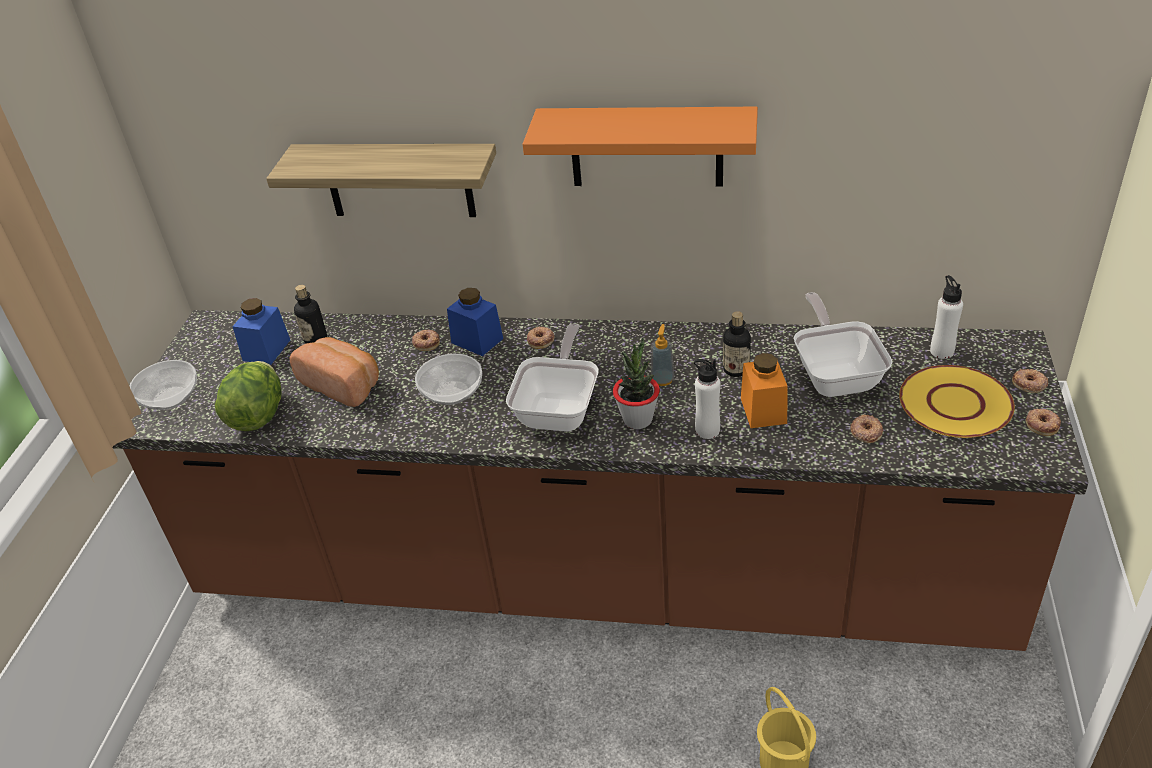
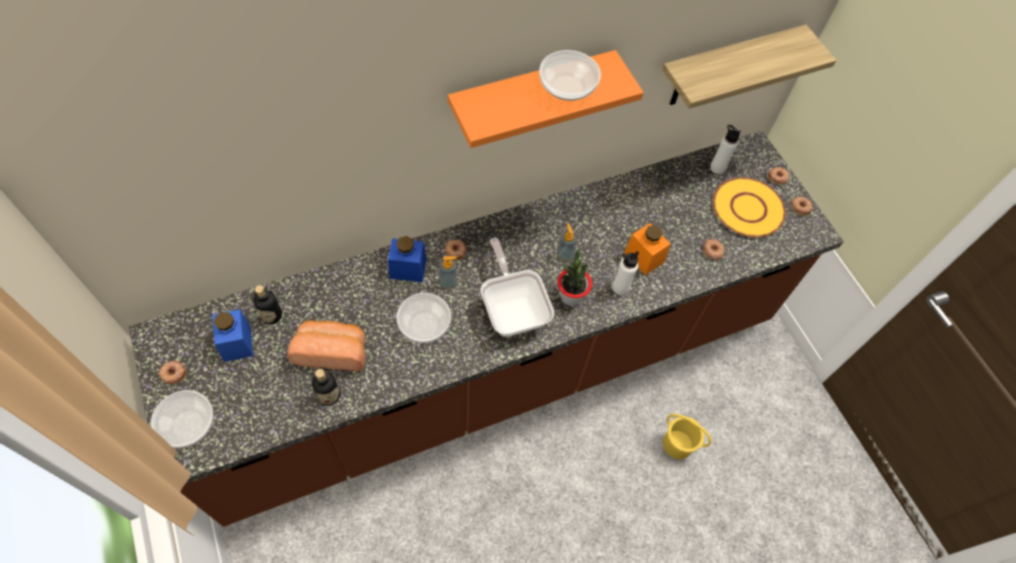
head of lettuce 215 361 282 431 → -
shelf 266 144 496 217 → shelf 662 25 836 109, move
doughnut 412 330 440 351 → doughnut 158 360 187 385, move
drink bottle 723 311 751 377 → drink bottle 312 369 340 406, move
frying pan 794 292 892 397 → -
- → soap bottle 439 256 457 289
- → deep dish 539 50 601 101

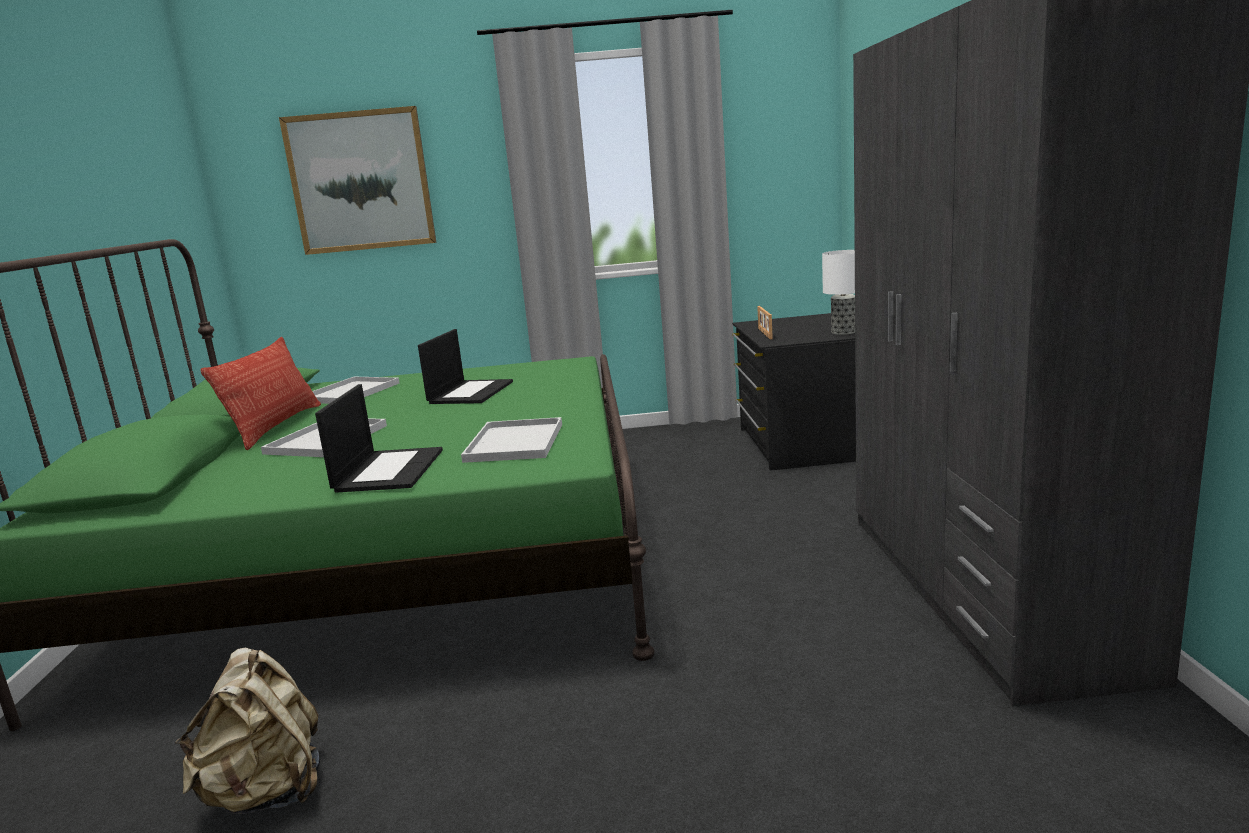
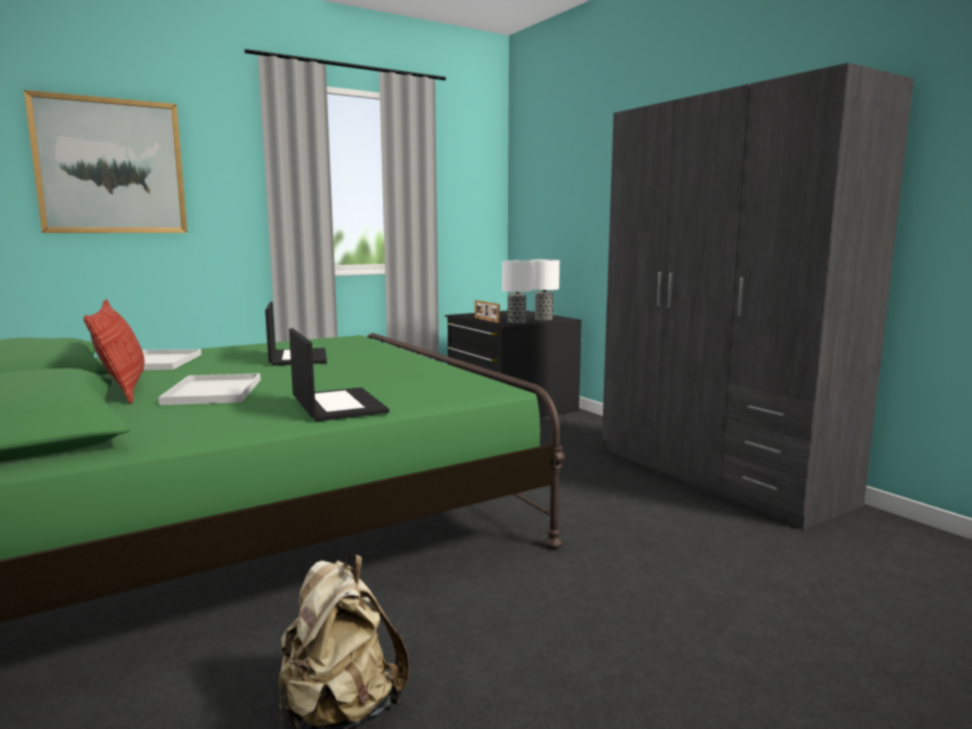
carrying tray/white 461 417 562 463 → -
- → lamp for a table 502 260 533 323

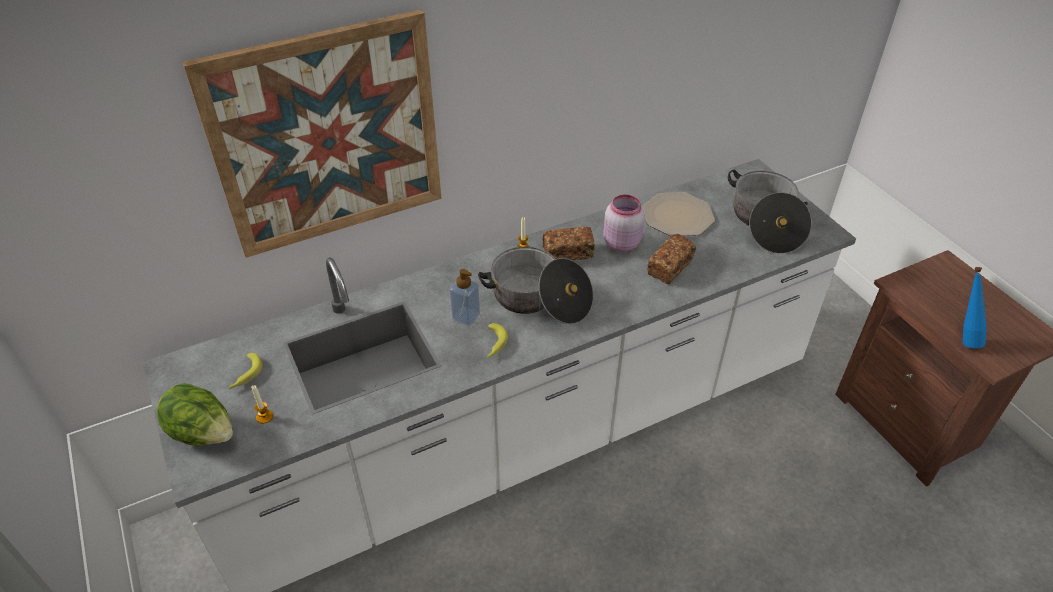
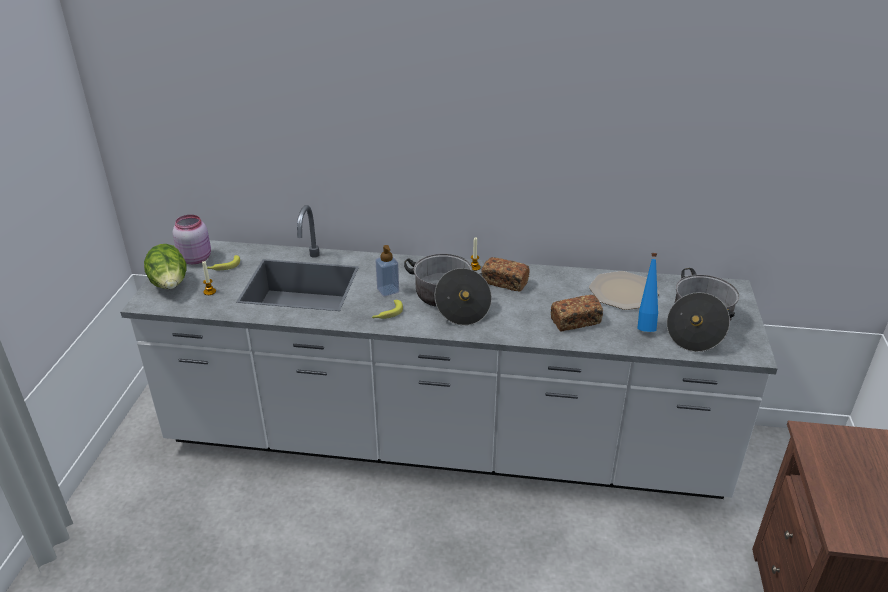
wall picture 182 10 442 258 → -
jar/pinkish 603 195 645 252 → jar/pinkish 173 215 211 264, move
drink bottle/blue-coloured 963 267 987 348 → drink bottle/blue-coloured 637 253 658 332, move

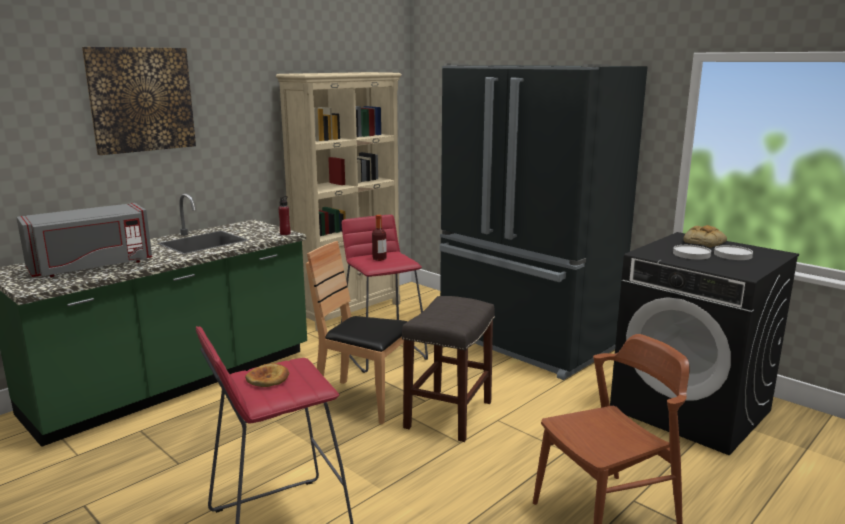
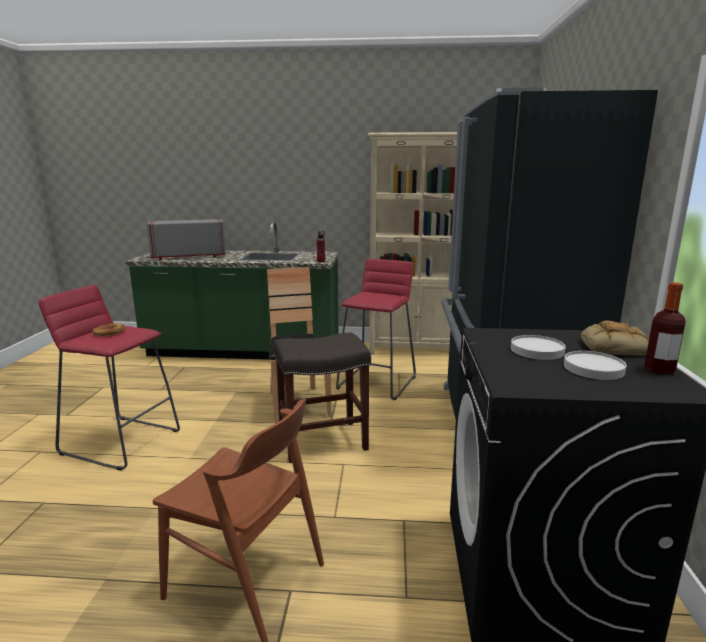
microwave oven/gray 16 203 152 277 → microwave oven/gray 147 219 226 260, 150 degrees clockwise
wall picture 82 47 196 155 → -
drink bottle 372 215 387 261 → drink bottle 644 282 686 375, move

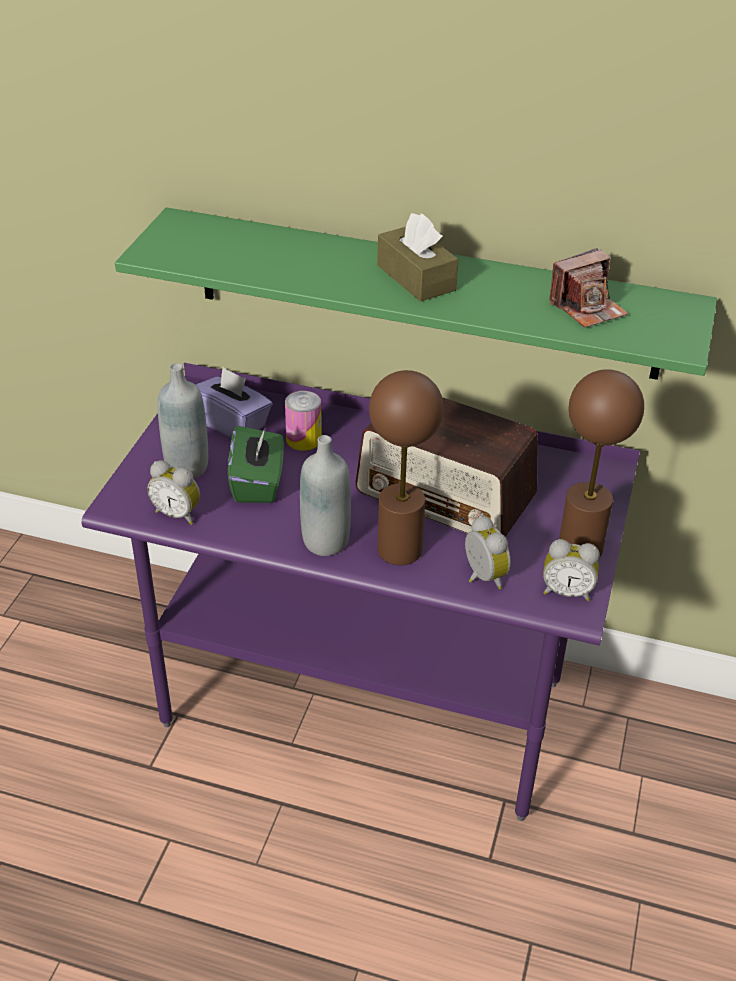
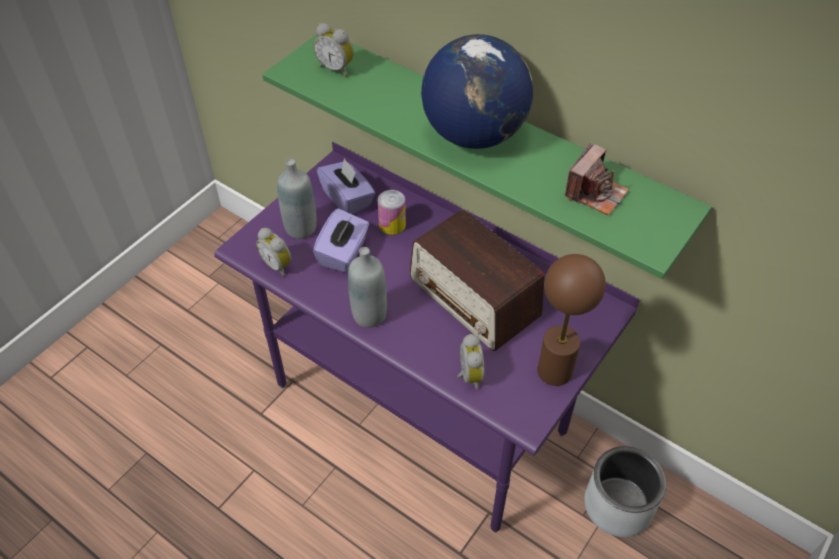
tissue holder/green-coloured 228 426 284 503 → tissue holder/purple-coloured 313 209 369 273
lamp for a table/brown 369 370 444 565 → -
tissue holder/brown 377 213 459 302 → desk globe 421 34 533 149
table clock 543 539 600 601 → table clock 314 23 354 77, move
still camera 549 248 628 328 → still camera 565 143 629 216, 45 degrees counterclockwise
- → planter/gray 584 446 666 537

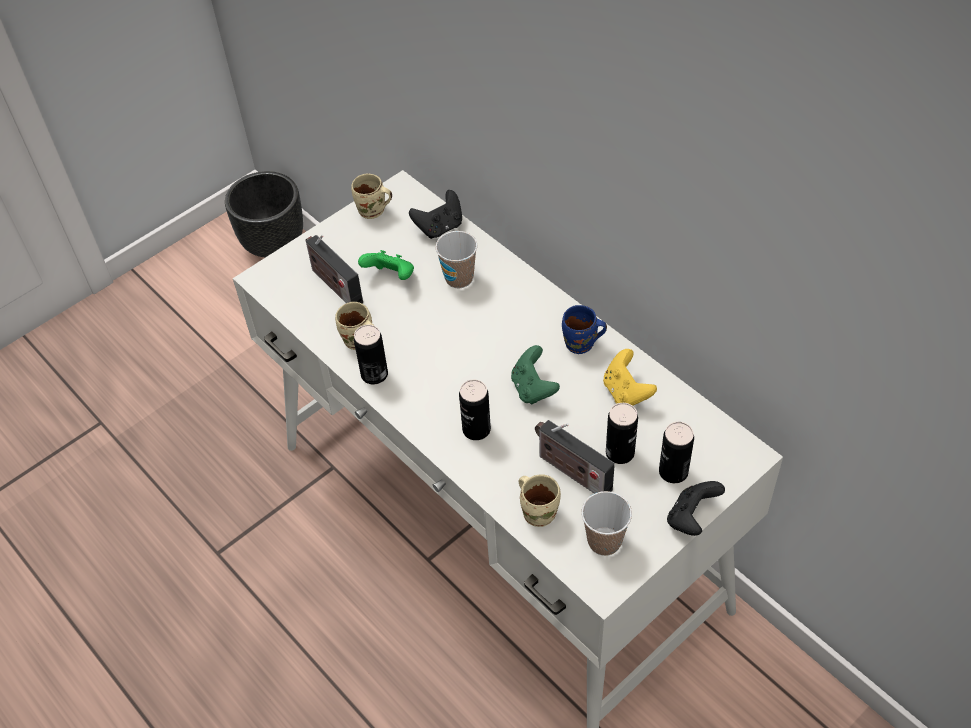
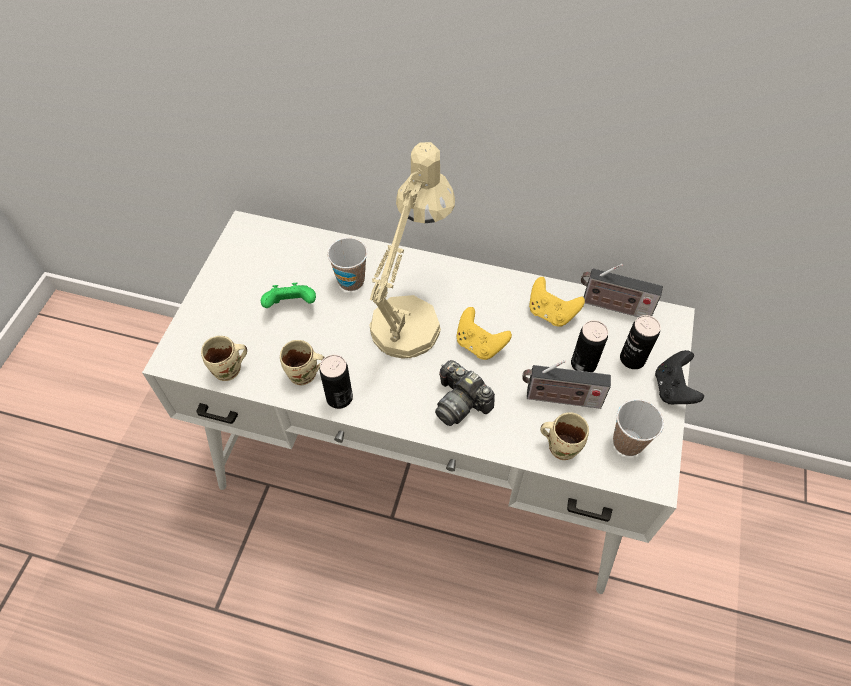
planter/black-coloured 225 171 303 257 → -
radio 306 235 363 304 → radio 581 264 663 317, move
coffee mug/sand-coloured 351 173 392 219 → coffee mug/sand-coloured 201 336 247 381, move
joypad/black-coloured 409 190 462 239 → -
metal can 459 380 491 440 → still camera 435 360 495 426
joypad/green-coloured 511 345 560 405 → joypad/yellow 456 307 512 360
coffee mug/blue-coloured 562 305 607 354 → -
- → lamp for a table/sand-coloured 369 142 455 359

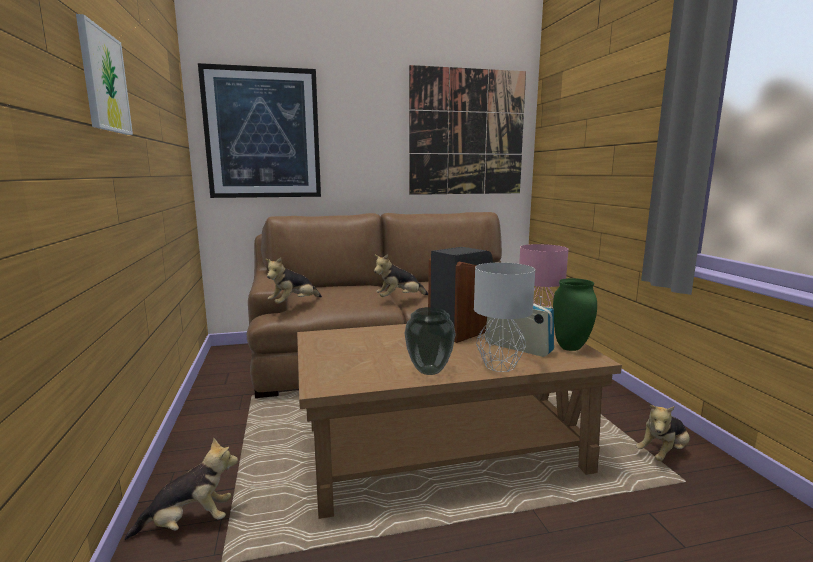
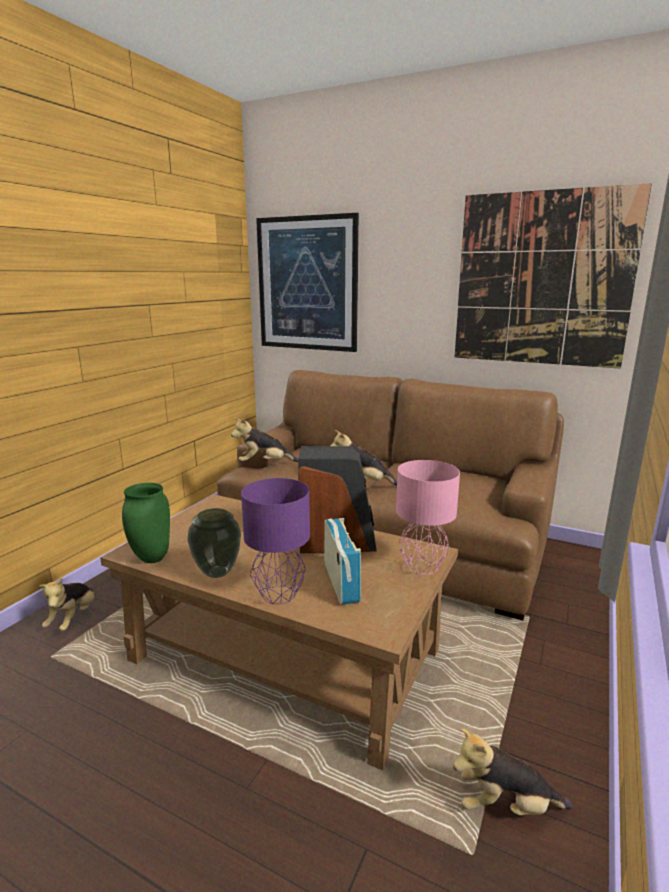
wall picture 76 14 133 135 → -
plush toy 124 437 238 540 → plush toy 39 578 96 631, 75 degrees clockwise
lamp for a table/gray 474 263 535 372 → lamp for a table/purple-coloured 241 478 310 604
flower vase/green-coloured 553 278 597 351 → flower vase/green-coloured 122 483 170 563, move

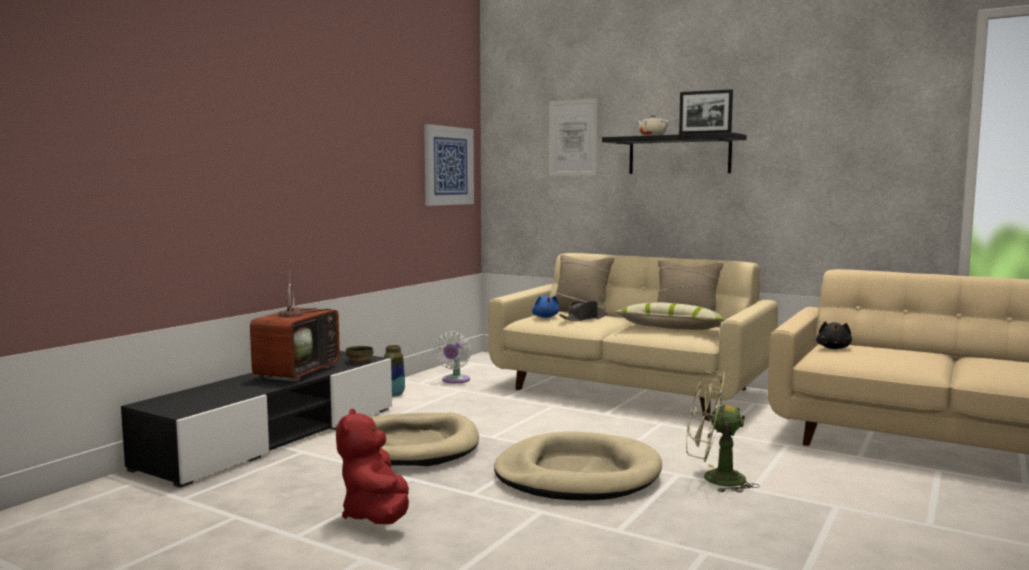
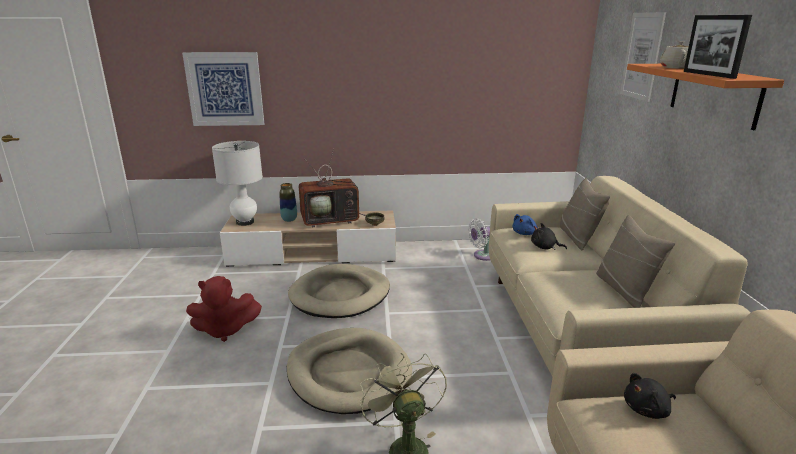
tv unit/black-coloured 121 351 392 488 → tv unit/sand-coloured 220 210 396 267
plush toy/reddish 336 408 409 524 → plush toy/reddish 186 276 262 342, 150 degrees counterclockwise
flower vase 384 345 405 397 → flower vase 279 183 297 222, move
wall picture 424 124 474 206 → wall picture 182 52 264 126, move
wearable hat/black-coloured 559 301 608 322 → plush toy/black-coloured 531 223 567 250
shelf/black-coloured 602 132 747 174 → shelf/orange-coloured 627 64 784 130
pillow 615 303 726 330 → -
- → lamp for a table/white 212 141 263 226

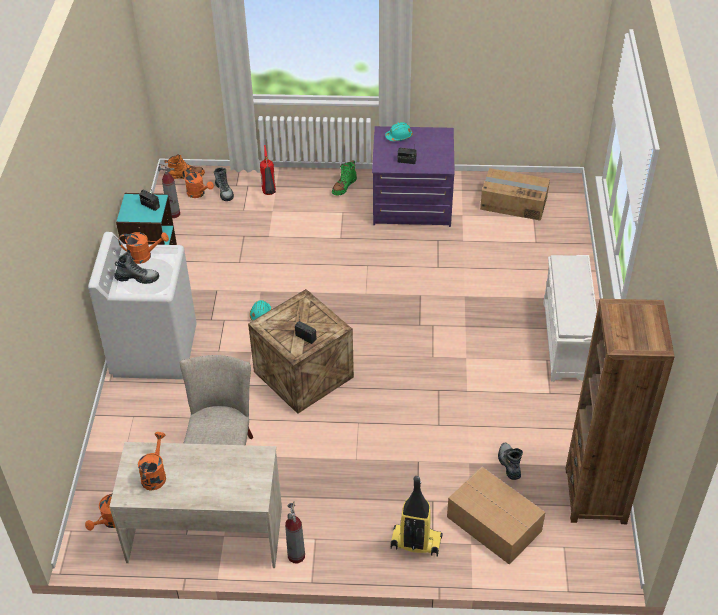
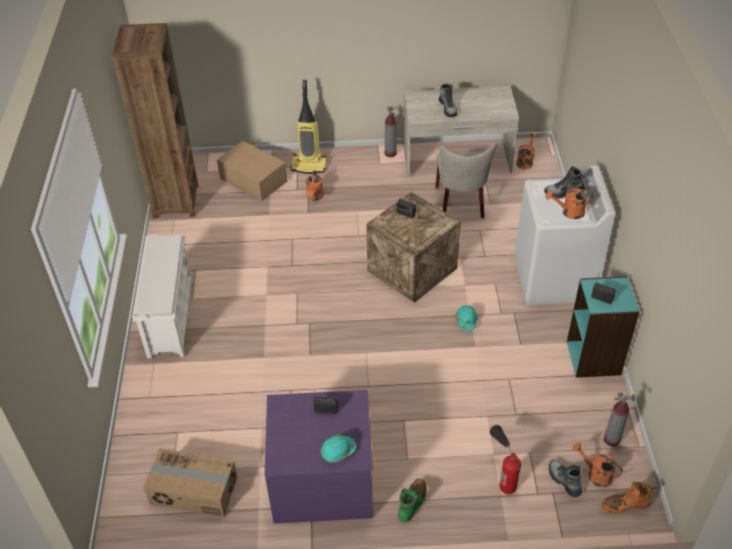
watering pot/orange-coloured 138 432 166 491 → watering pot/orange-coloured 305 170 324 201, move
boot 498 443 523 480 → boot 439 84 458 117, move

